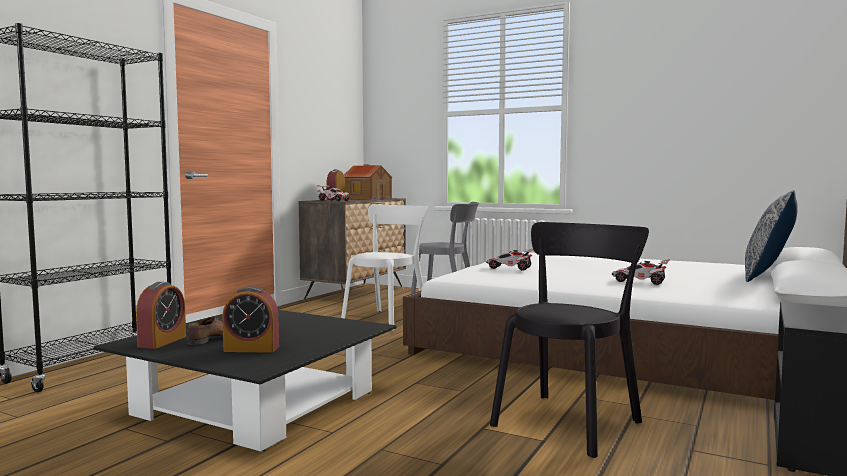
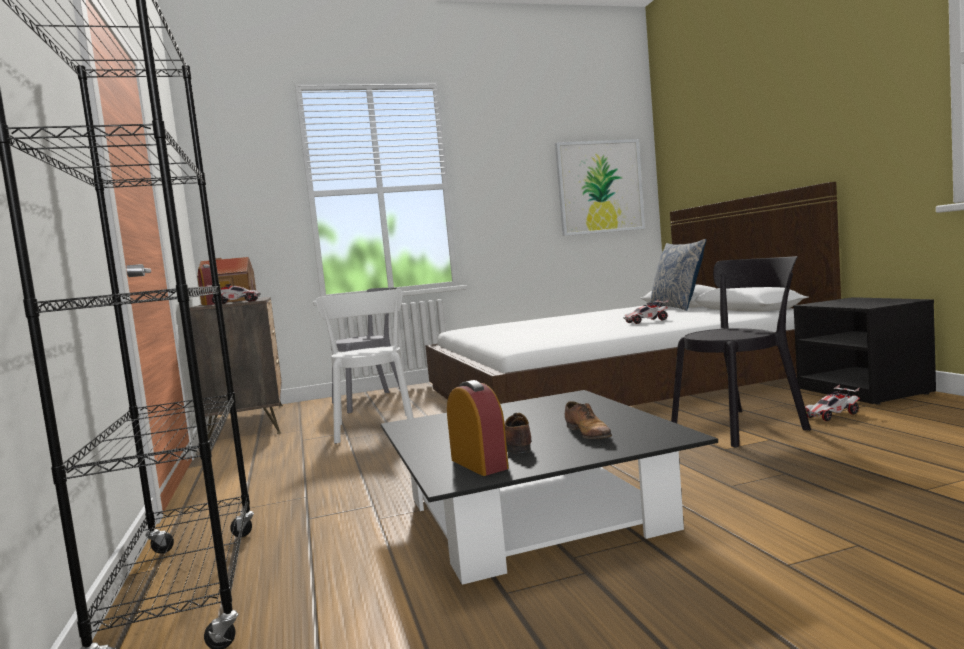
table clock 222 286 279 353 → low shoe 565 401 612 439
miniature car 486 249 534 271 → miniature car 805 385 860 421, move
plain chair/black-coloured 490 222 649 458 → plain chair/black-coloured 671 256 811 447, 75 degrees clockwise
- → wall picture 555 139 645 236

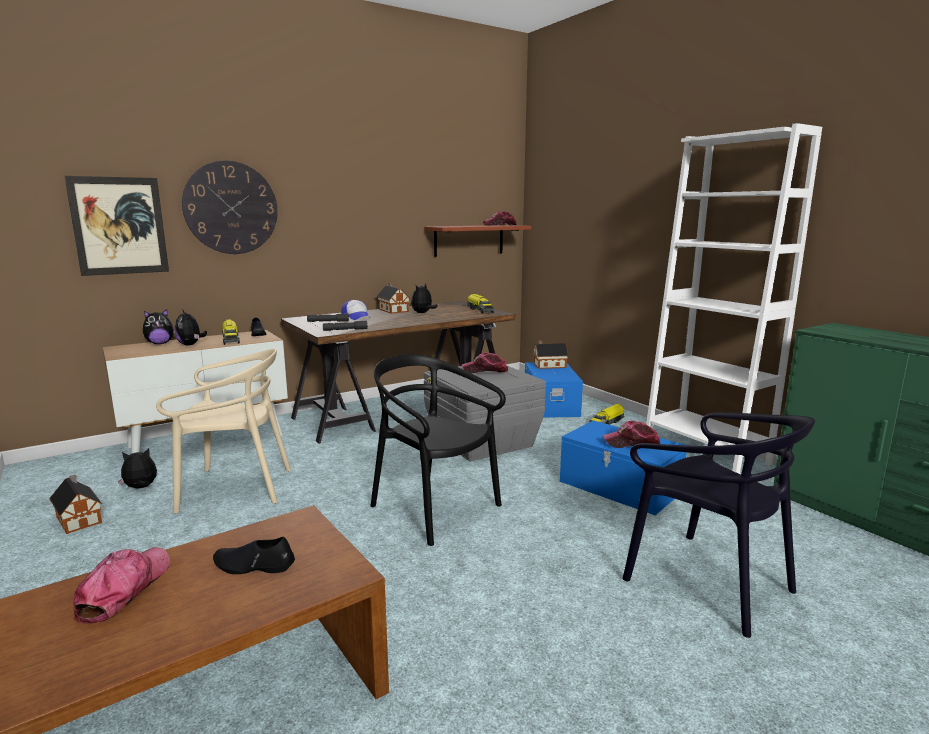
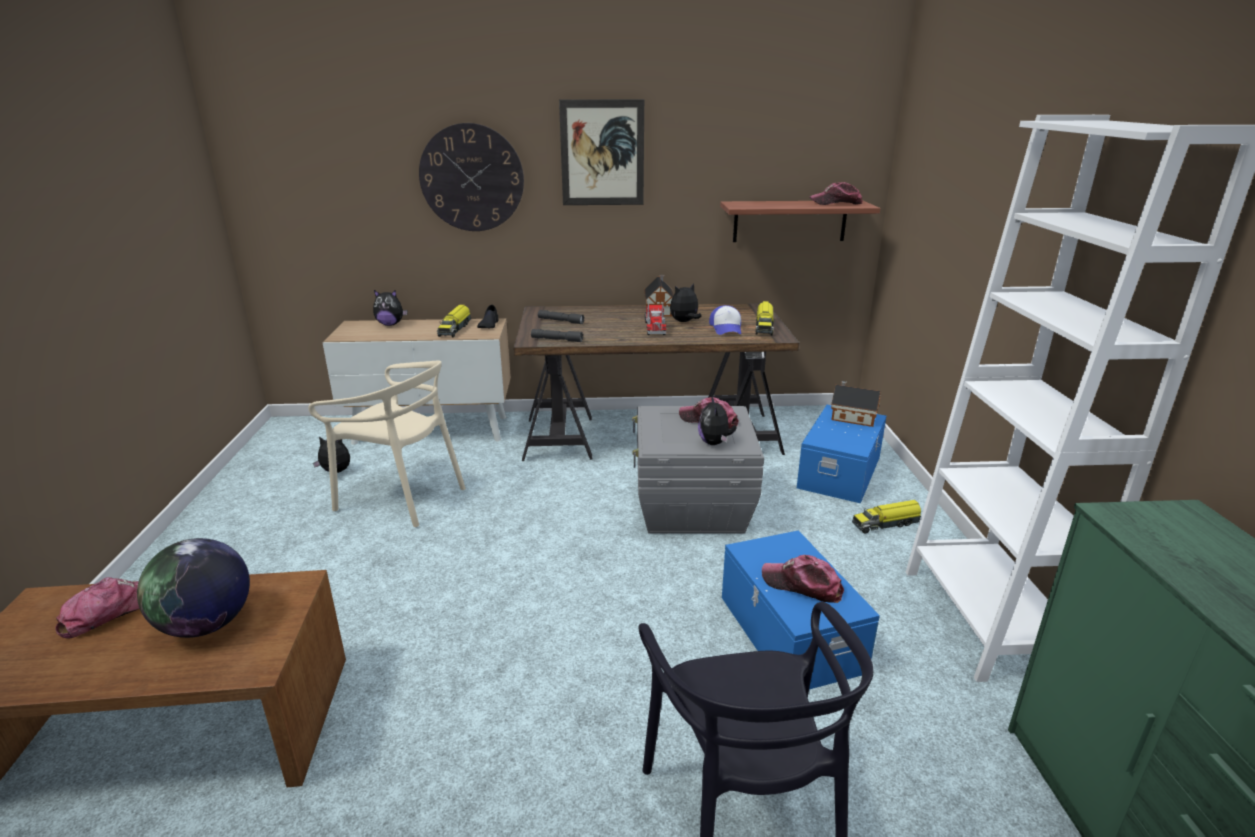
model house 49 475 102 534 → -
wall picture 64 176 169 276 → wall picture 559 99 644 205, move
plush toy 175 309 207 345 → plush toy 698 396 737 445, move
low shoe/black-coloured 213 537 295 574 → desk globe 137 538 250 638
baseball cap 341 300 369 320 → baseball cap 709 305 741 335, move
plain chair/black-coloured 370 354 506 546 → -
- → toy lorry 645 303 666 335

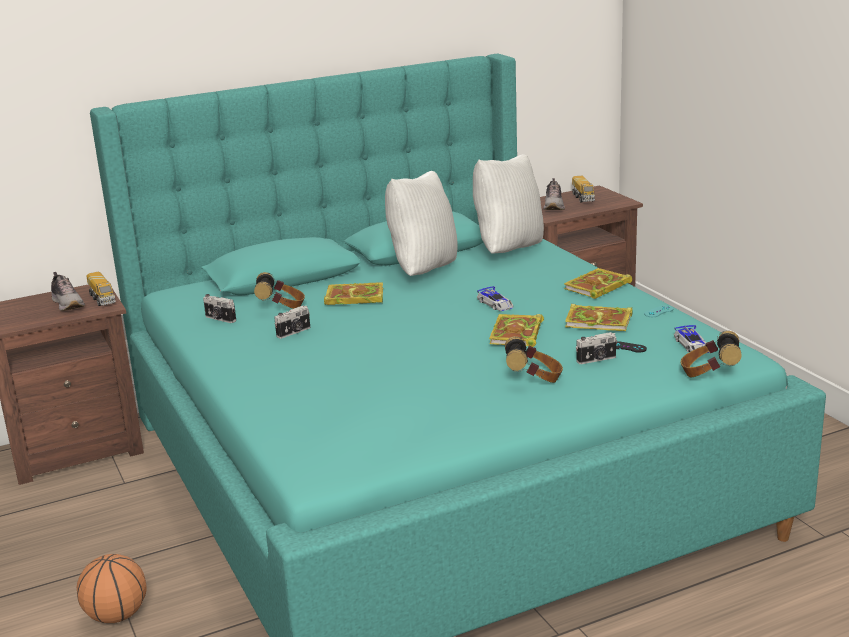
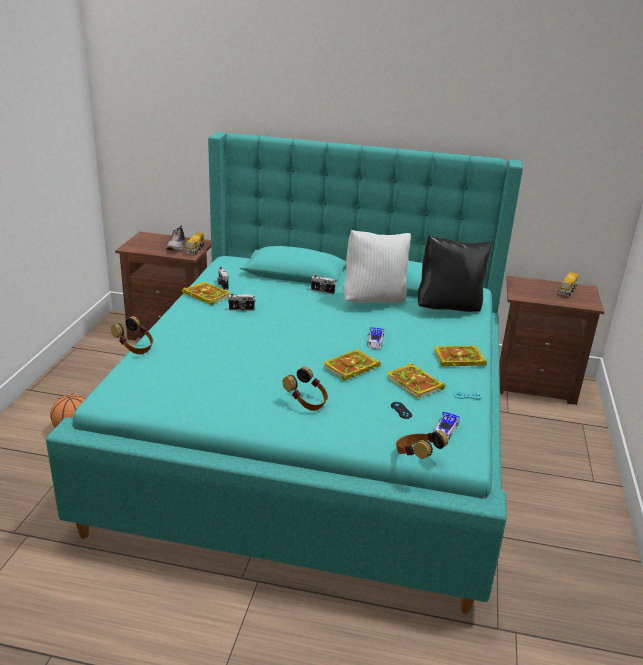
headset 254 272 305 309 → headset 111 316 153 354, move
bound book 324 282 383 305 → bound book 182 282 231 306, move
pillow/white 473 154 544 254 → pillow/black-coloured 418 235 491 312
low shoe 543 178 565 210 → -
still camera 576 332 617 364 → still camera 311 275 336 294, move

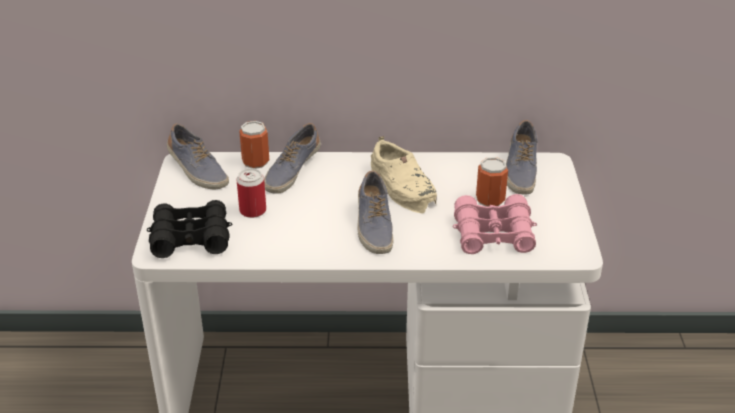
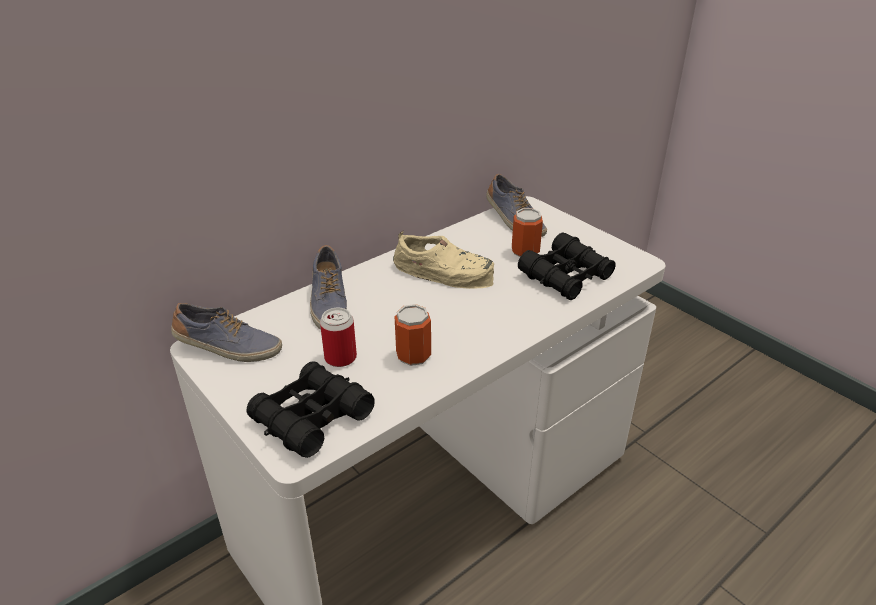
metal can 239 121 269 169 → metal can 395 304 431 366, move
low shoe 357 171 394 254 → -
pair of binoculars/pinkish 452 194 537 254 → pair of binoculars/black-coloured 518 233 616 300

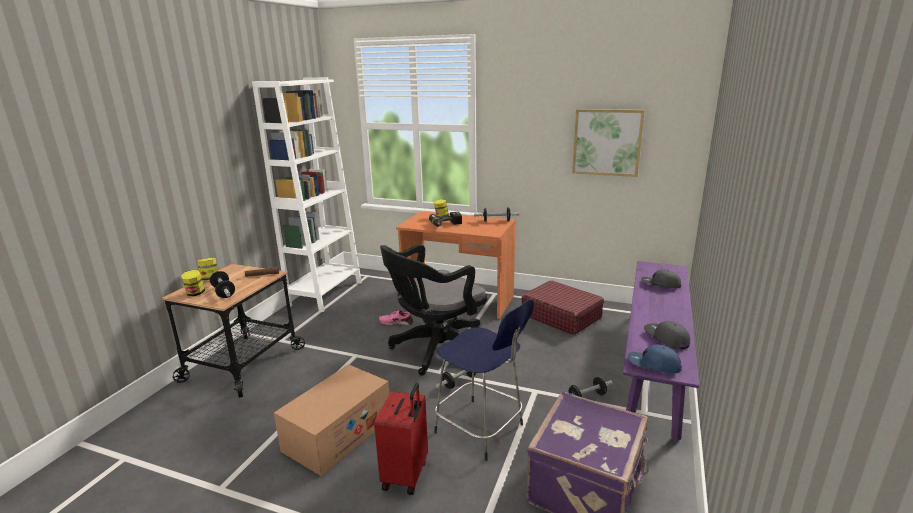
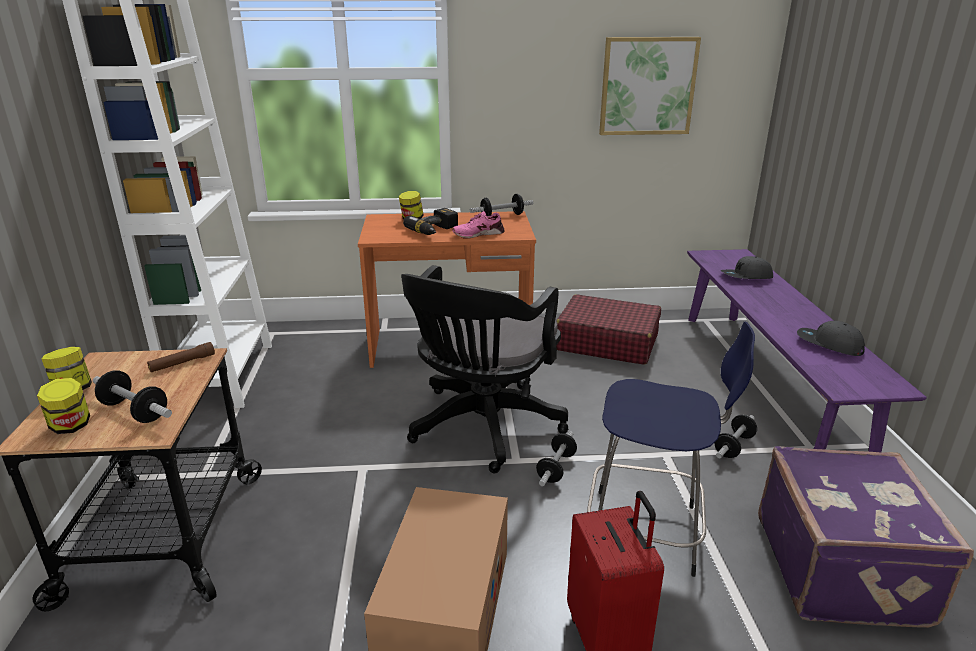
low shoe/pinkish 379 309 413 325 → low shoe/pinkish 452 211 504 239, move
baseball cap/blue-coloured 628 344 682 373 → -

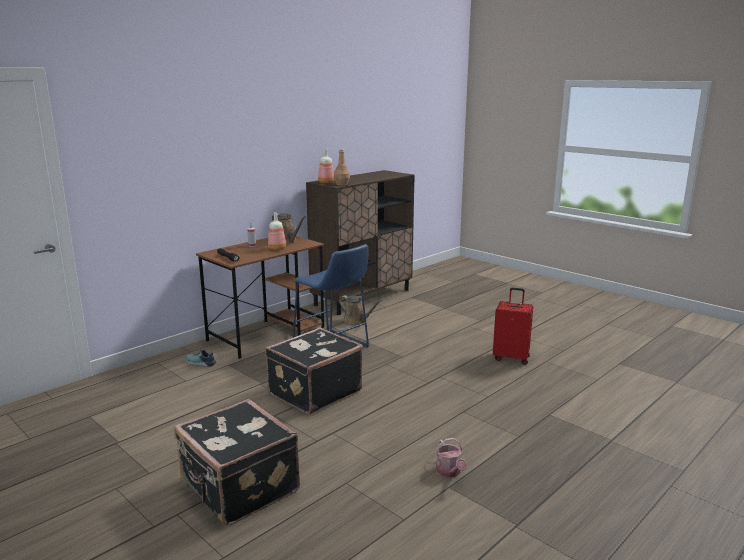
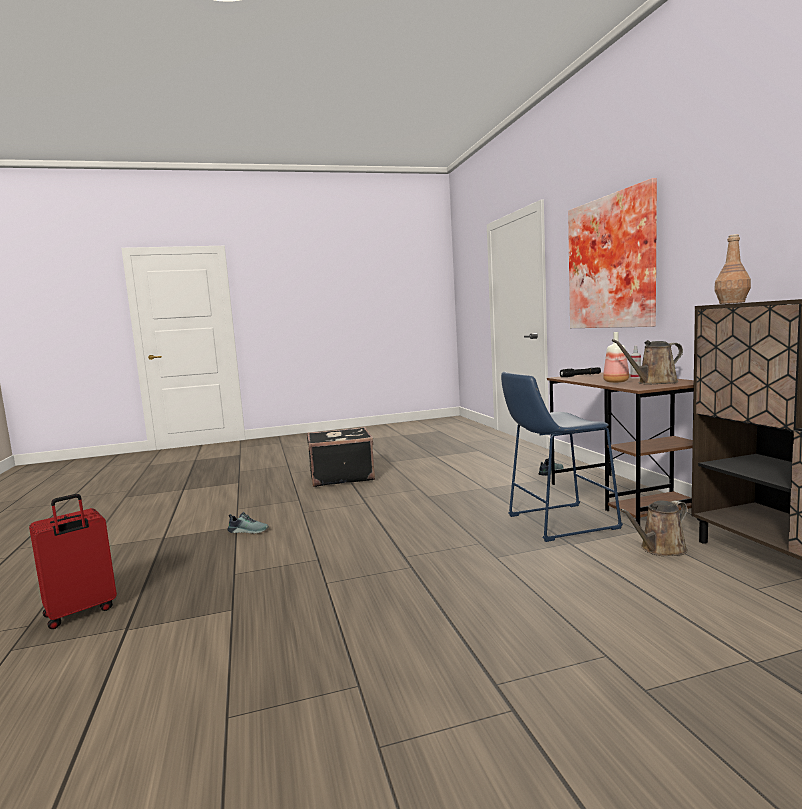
travel case/black-coloured 265 327 363 414 → -
drink bottle 318 148 334 183 → -
watering pot 436 438 467 478 → low shoe 228 512 269 534
travel case/reddish 493 287 533 365 → travel case/reddish 29 494 117 629, move
- → wall picture 568 178 657 328

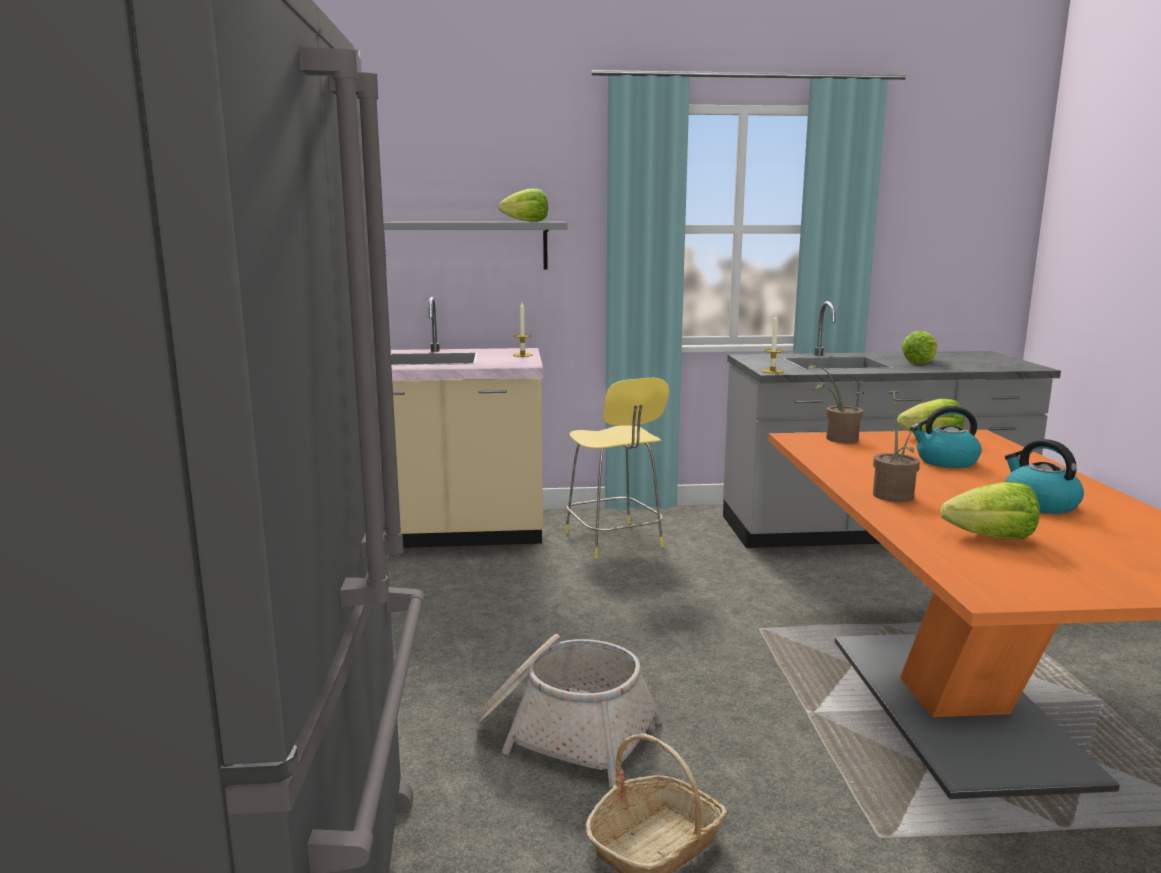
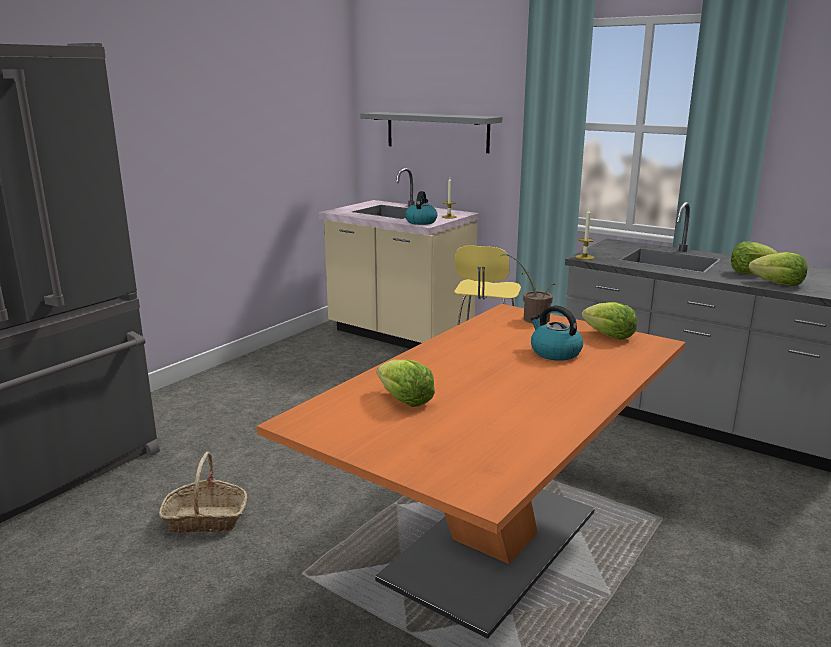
basket 475 634 663 787 → -
head of lettuce 499 189 548 222 → head of lettuce 749 252 807 286, move
potted plant 873 391 922 502 → -
water kettle 1005 439 1084 514 → water kettle 405 191 438 225, move

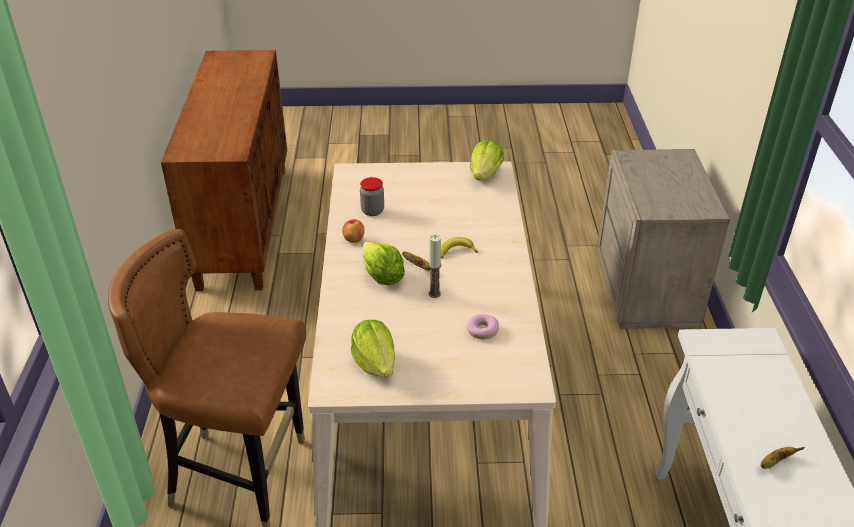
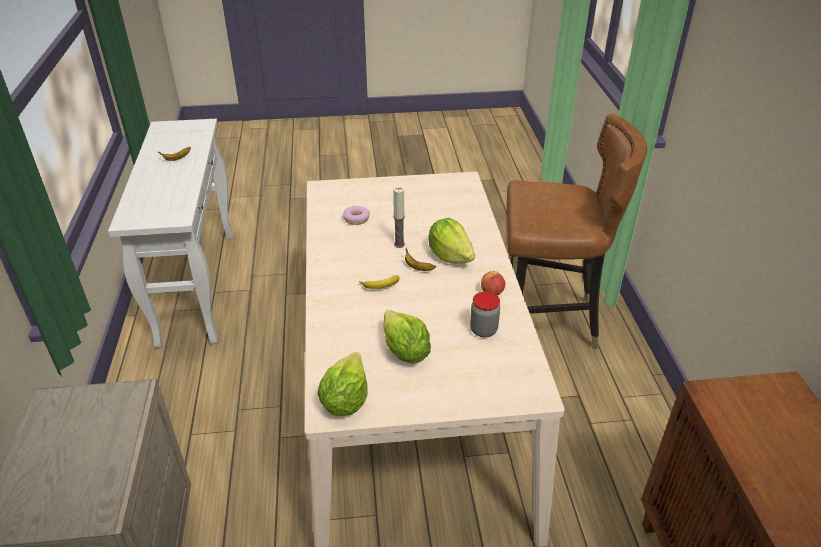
head of lettuce 351 320 395 378 → head of lettuce 383 310 431 363, move

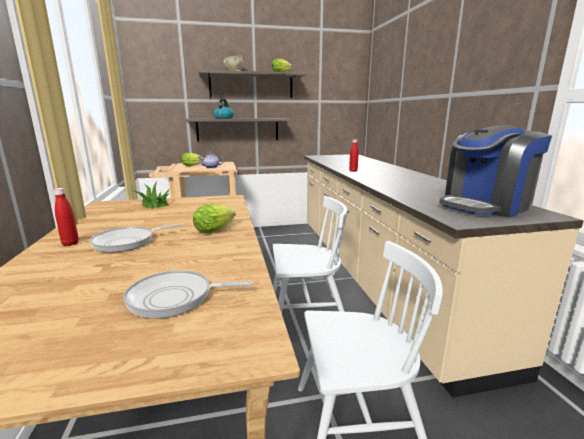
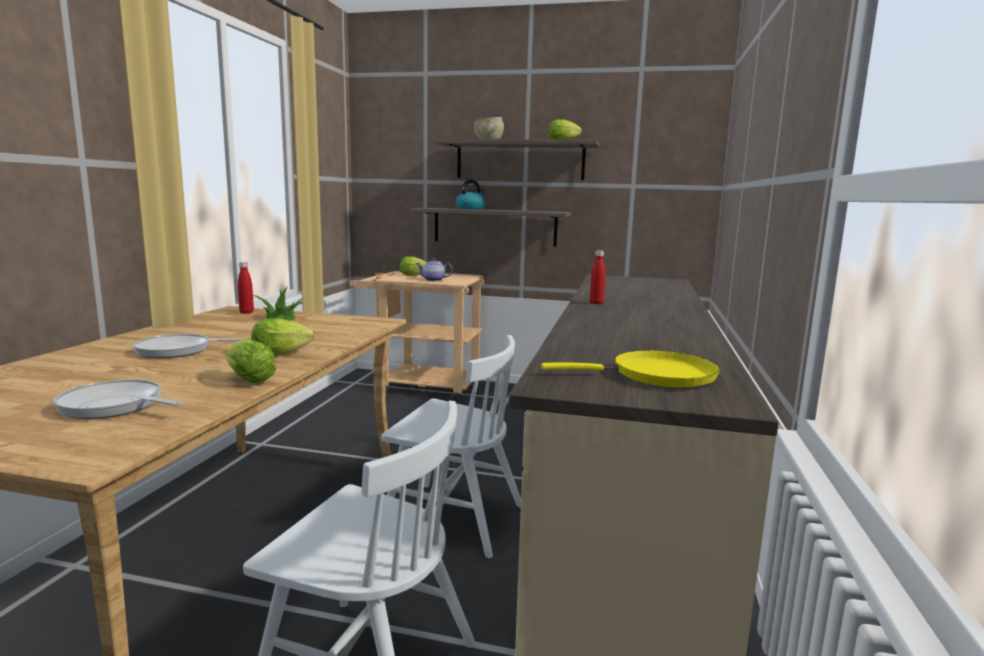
drink bottle/reddish 54 188 79 246 → drink bottle/reddish 238 262 254 314, move
coffee machine 439 125 552 217 → frying pan/yellow 541 350 720 387
- → head of lettuce 226 339 276 383

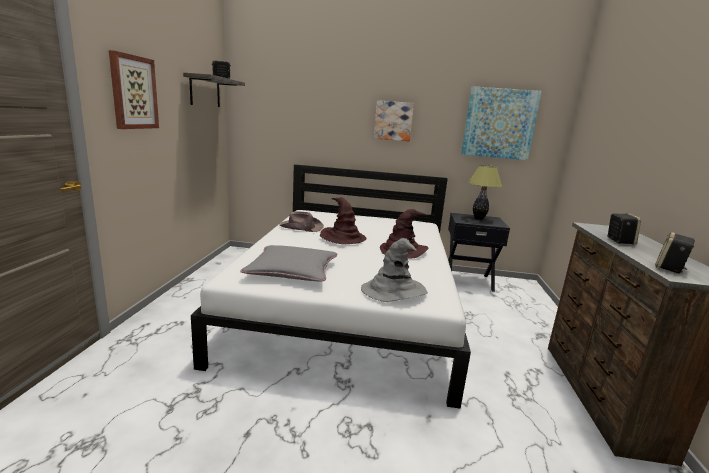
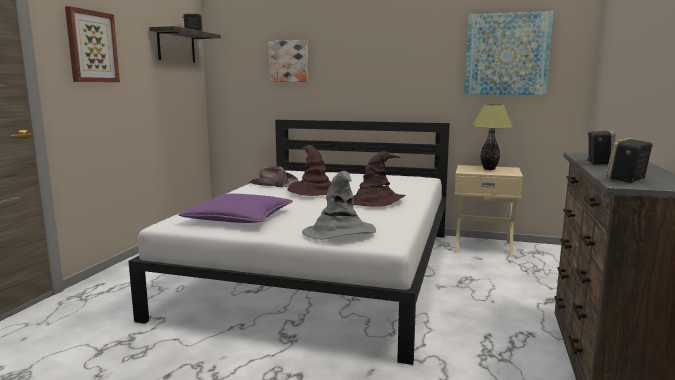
pillow/gray 240 245 337 281 → pillow/purple-coloured 178 194 293 223
wall picture 374 100 414 141 → wall picture 268 40 308 82, move
night table/black-coloured 448 213 510 292 → night table/sand-coloured 454 165 523 257

